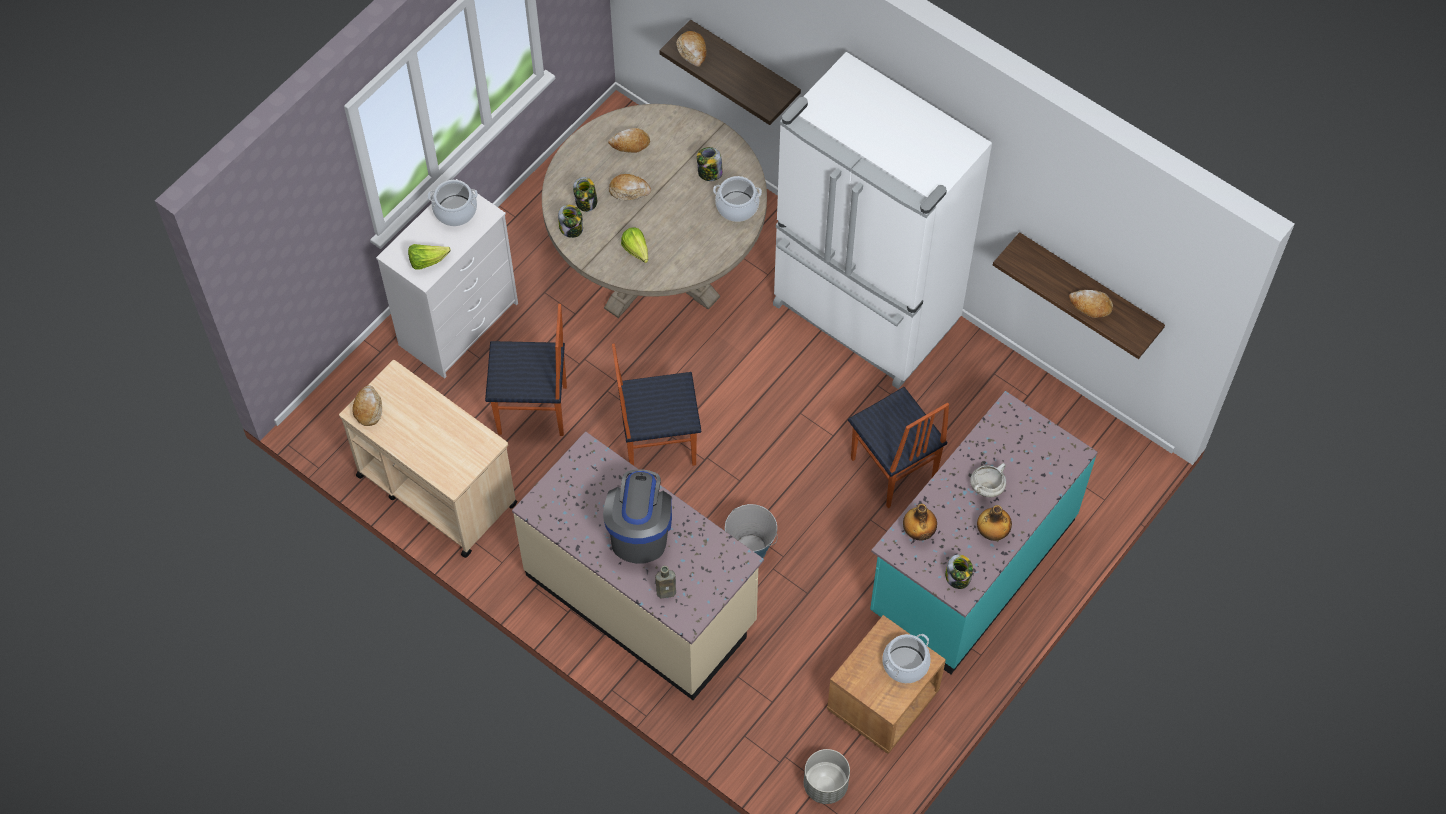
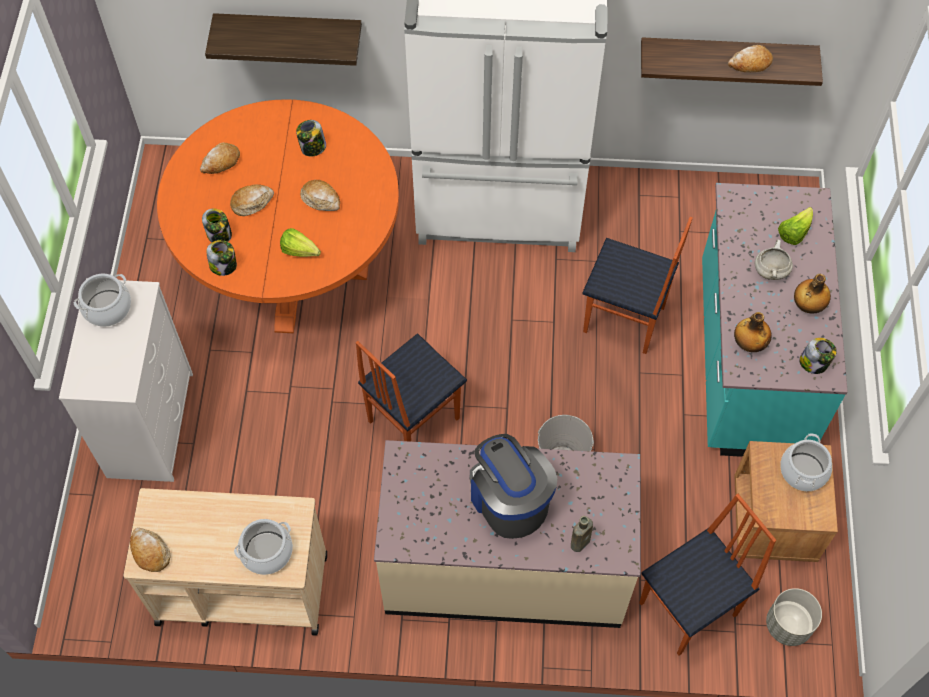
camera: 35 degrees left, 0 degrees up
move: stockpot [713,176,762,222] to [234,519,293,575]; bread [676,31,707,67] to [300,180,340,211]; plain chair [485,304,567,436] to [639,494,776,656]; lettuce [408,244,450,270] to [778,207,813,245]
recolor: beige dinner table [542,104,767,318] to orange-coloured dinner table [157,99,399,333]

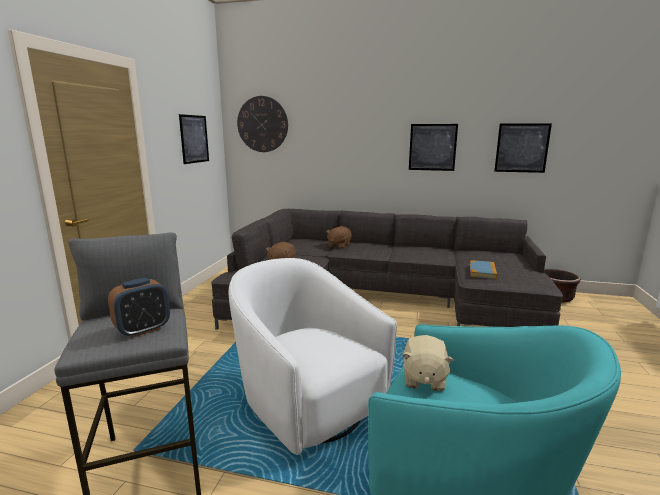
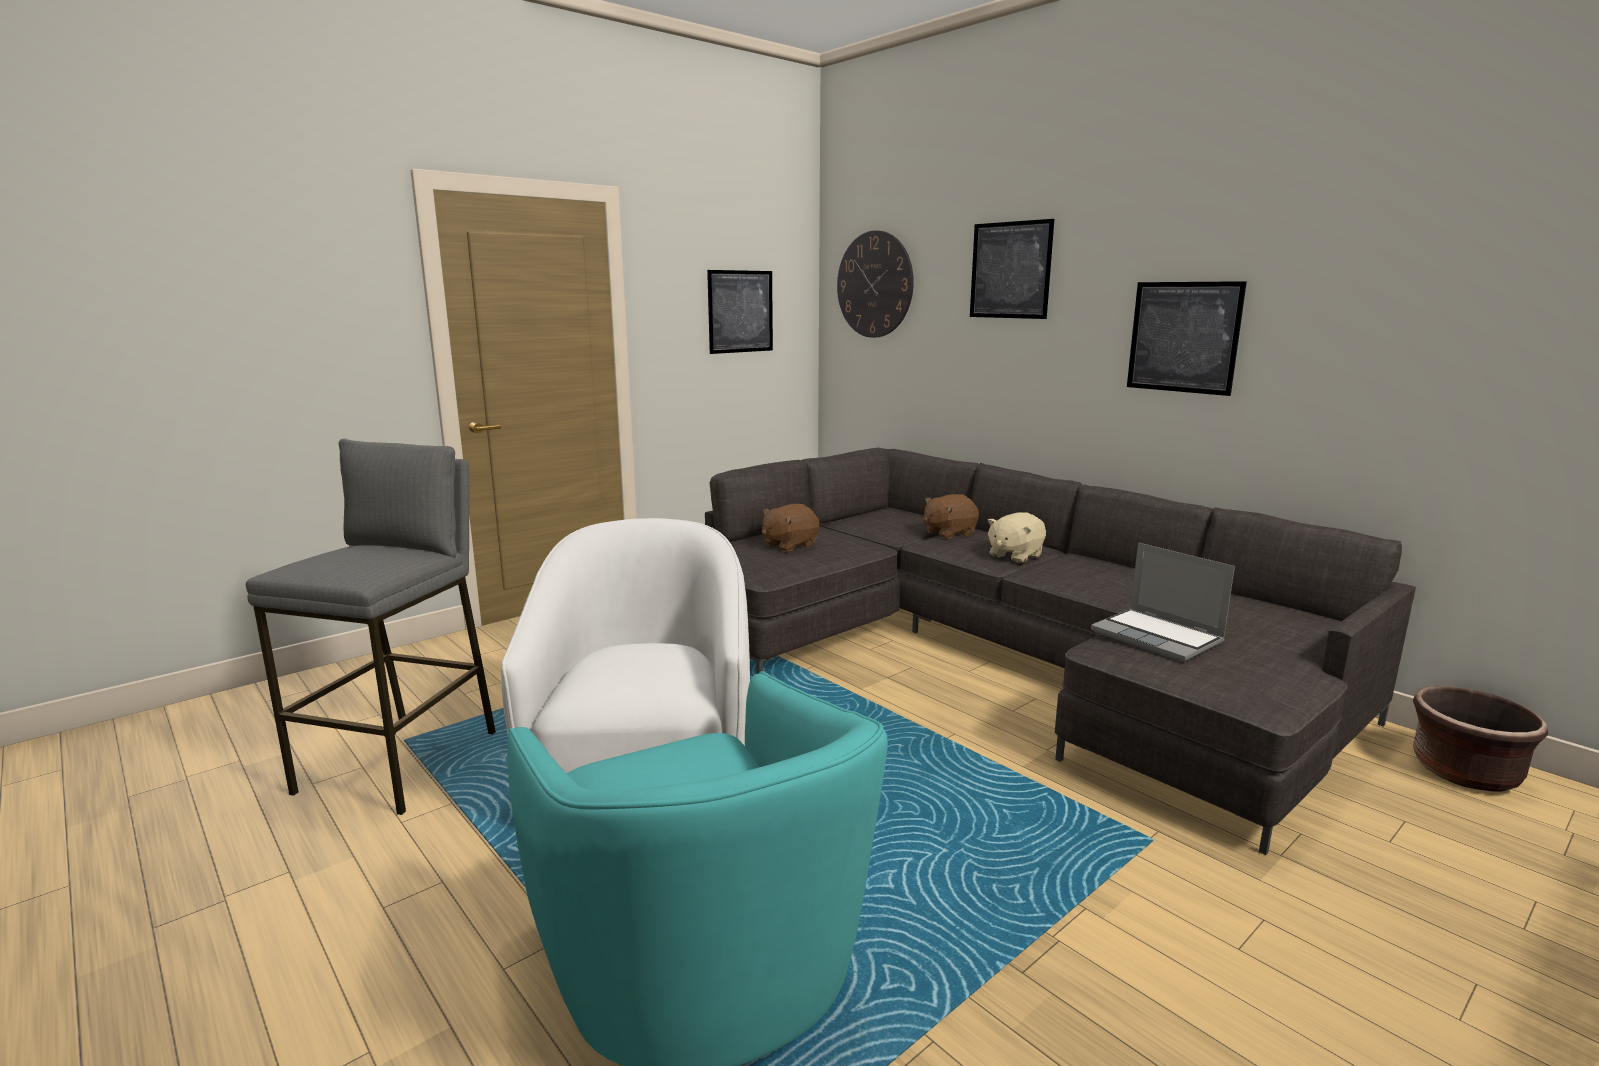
camera: 35 degrees right, 0 degrees up
delete: alarm clock [108,278,170,338]
move: wall picture [494,123,552,173] to [970,219,1054,319]; beige cuddly toy [402,335,454,391] to [987,512,1046,563]
replace: book [470,260,497,279] to notebook computer [1091,543,1235,662]

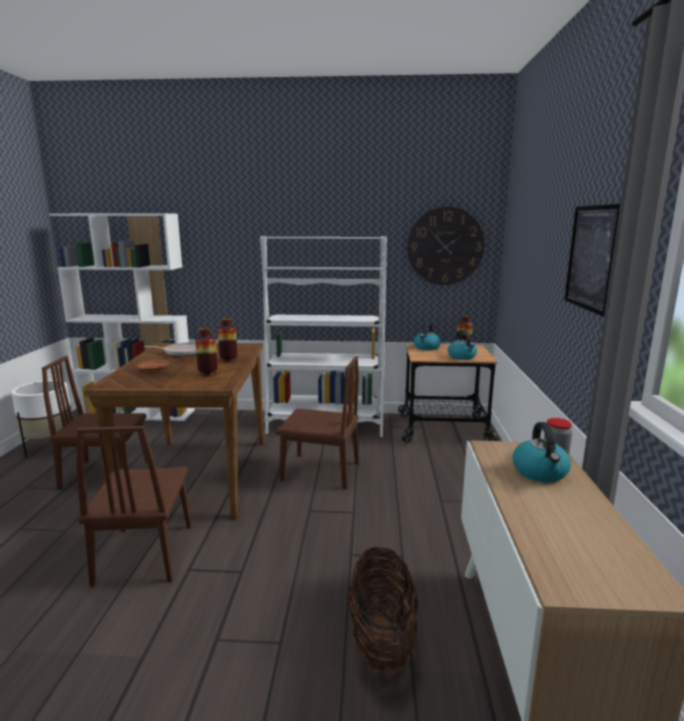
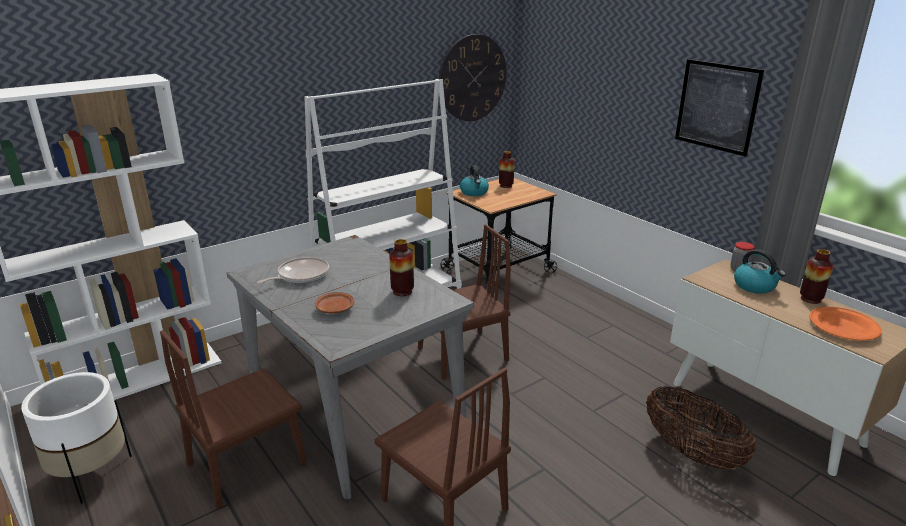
camera: 40 degrees left, 10 degrees up
delete: water kettle [448,330,477,360]
insert: orange-coloured dinner plate [809,307,882,341]
move: flower vase [218,318,237,362] to [800,249,833,304]
recolor: brown dinner table [84,343,264,519] to gray dinner table [227,235,474,500]

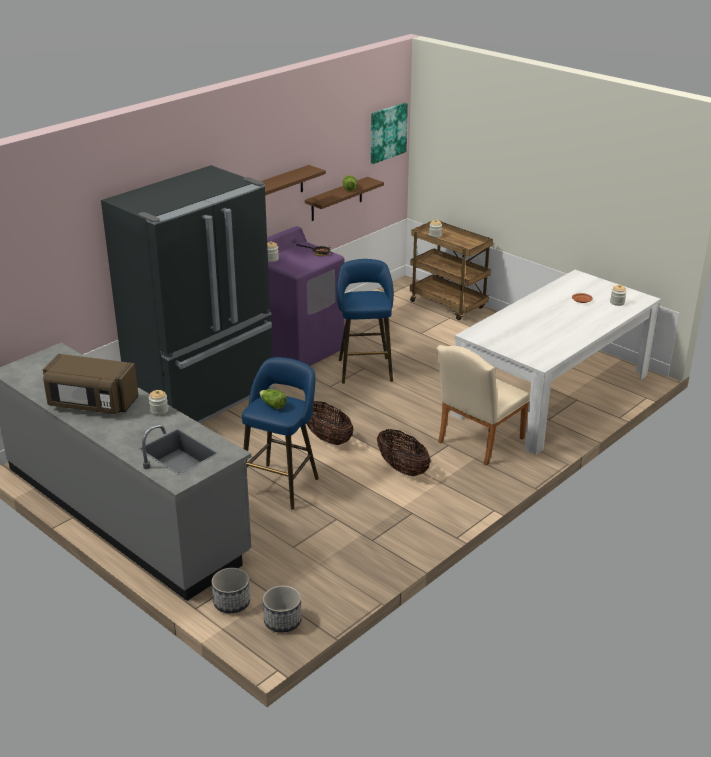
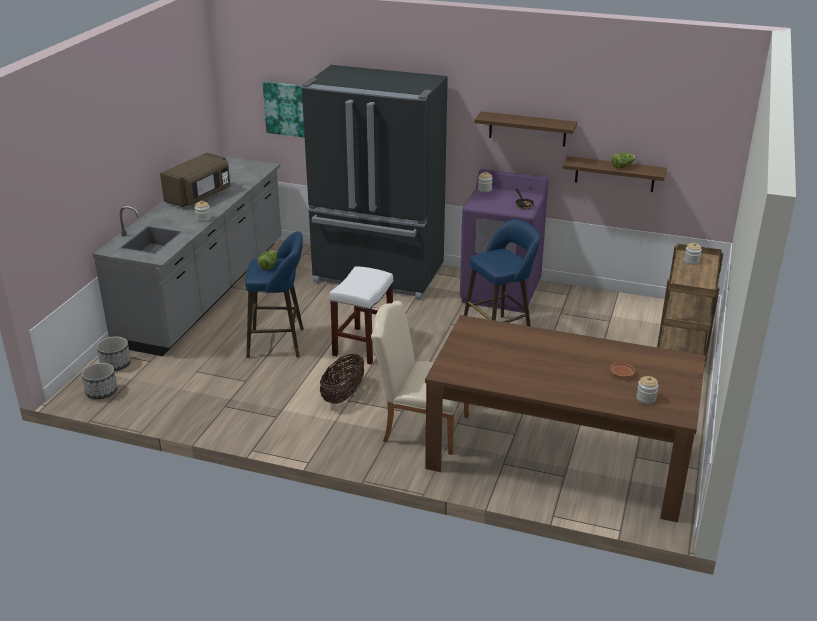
camera: 65 degrees right, 0 degrees up
move: wall picture [371,103,408,164] to [263,82,305,138]
replace: basket [307,401,354,445] to white stool seat [329,266,393,365]
recolor: white dinner table [451,270,661,455] to brown dinner table [425,315,706,522]
rotate: brown kitchen microwave [43,354,139,414] = [160,152,231,207] 135 degrees counterclockwise

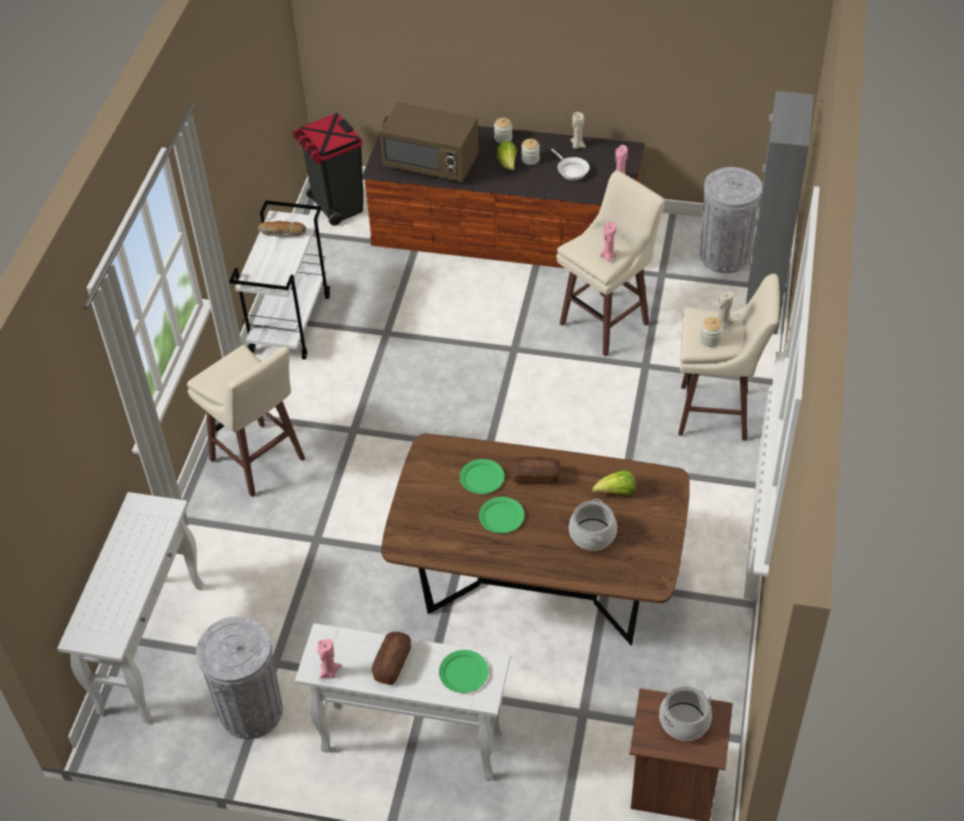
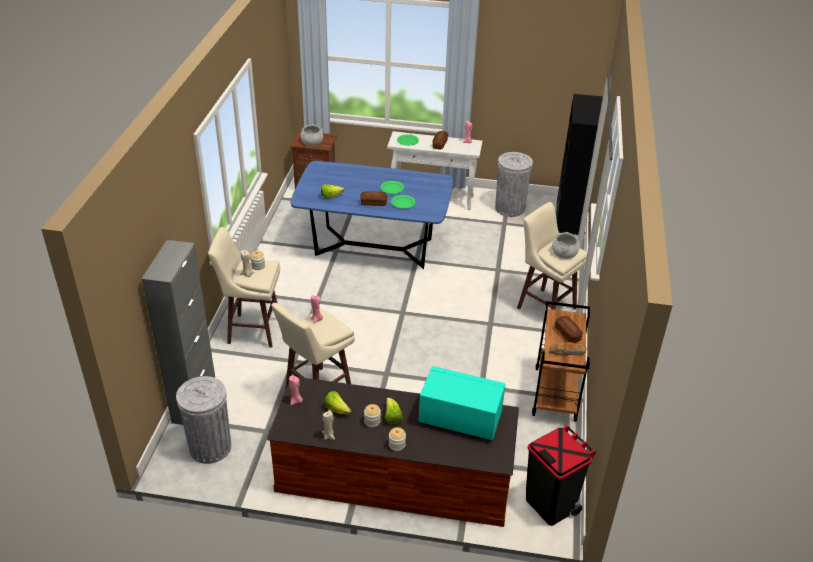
camera: 175 degrees right, 10 degrees down
insert: bread [555,316,583,343]
move: stockpot [569,499,617,551] to [552,232,579,259]
replace: white pan [551,148,590,180] to lettuce [324,391,351,414]; white hall table [57,492,203,723] to black-coloured bookshelf [556,94,603,235]
recolor: brown dinner table [381,434,690,646] to blue dinner table [291,161,453,269]; brown kitchen microwave [380,102,479,182] to blue-green kitchen microwave [418,366,506,441]; white cart [229,200,330,360] to brown cart [532,301,590,422]

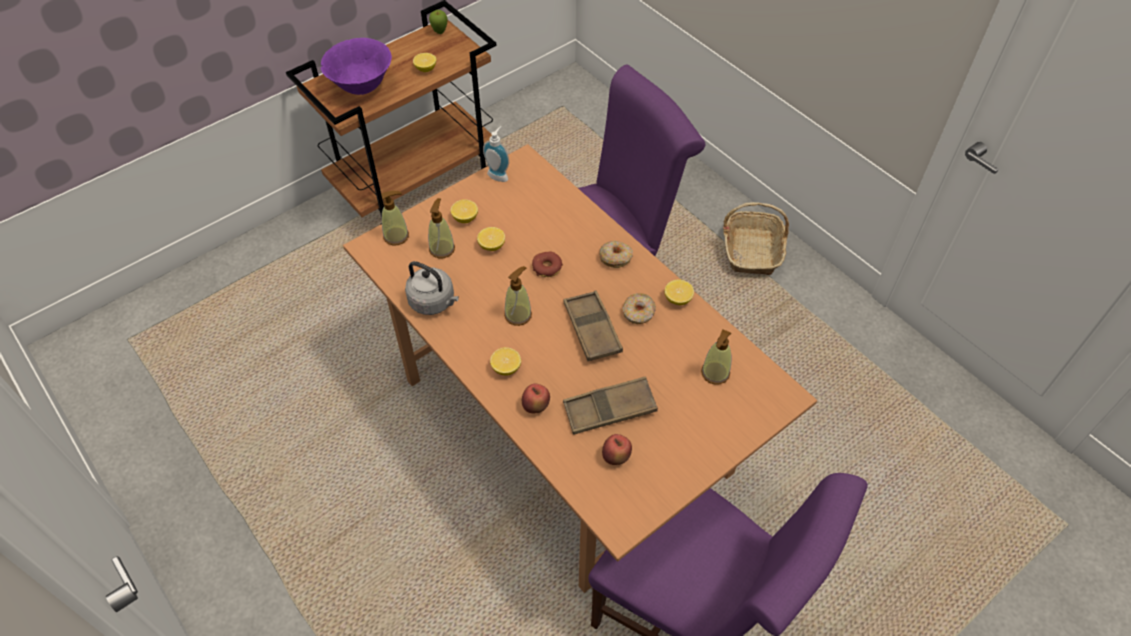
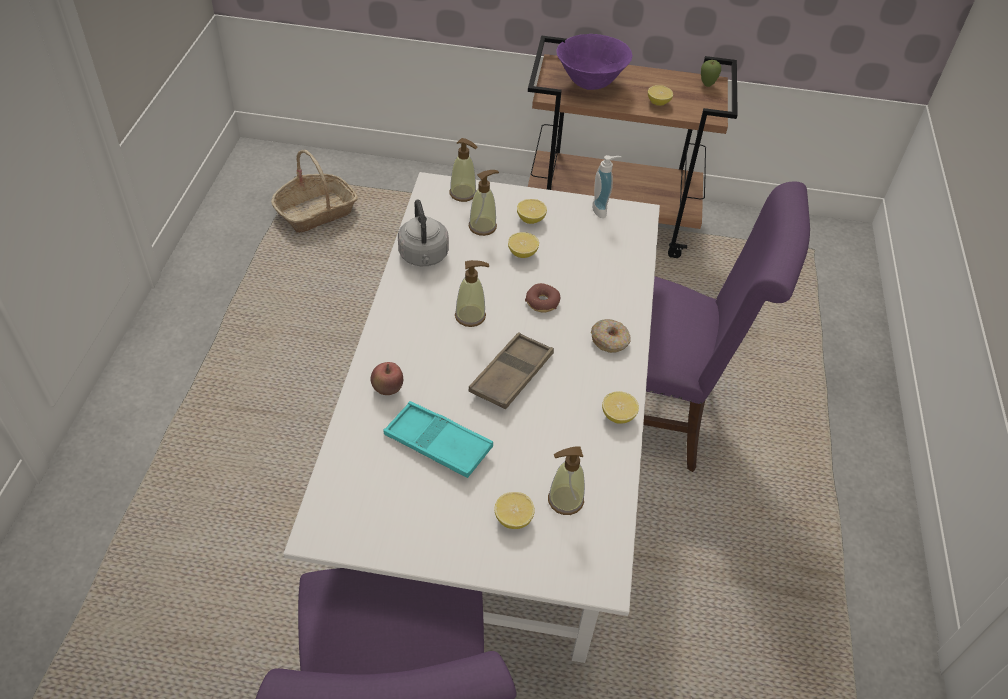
camera: 45 degrees right, 5 degrees down
delete: apple fruit [602,434,632,465]; ring doughnut [622,293,656,324]
move: basket [723,202,789,275] to [271,150,358,233]; lemon [490,347,521,376] to [495,492,535,529]
recolor: brown dinner table [343,144,817,593] to white dinner table [283,172,660,663]; brown tray [563,376,658,435] to blue-green tray [383,401,493,478]

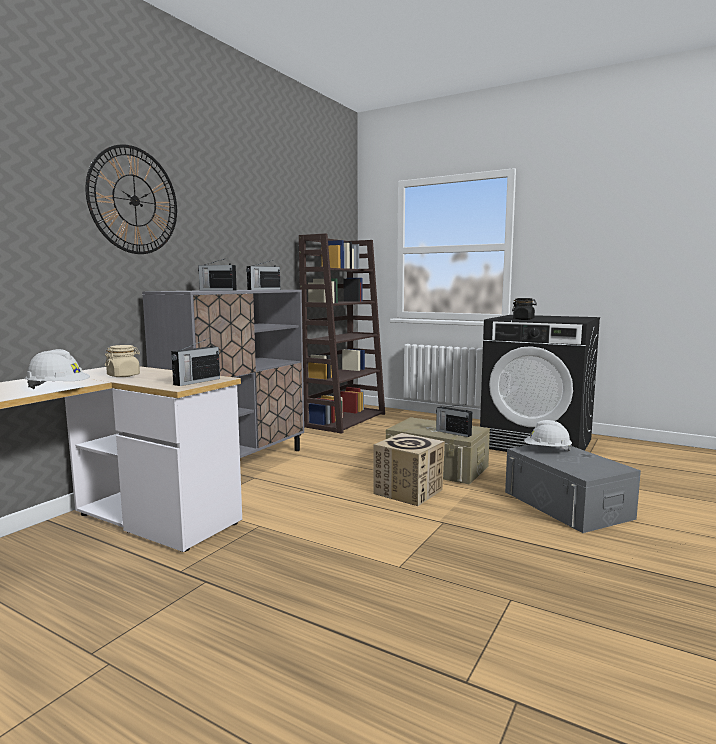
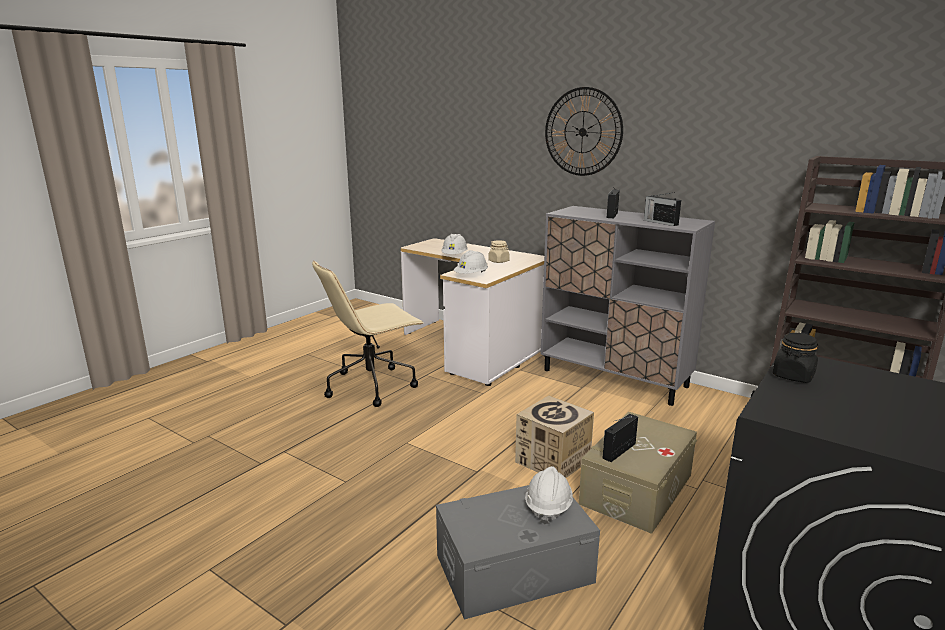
camera: 95 degrees right, 10 degrees up
insert: beige desk chair [312,260,423,407]
replace: radio receiver [171,338,220,386] to white safety helmet [454,250,488,274]

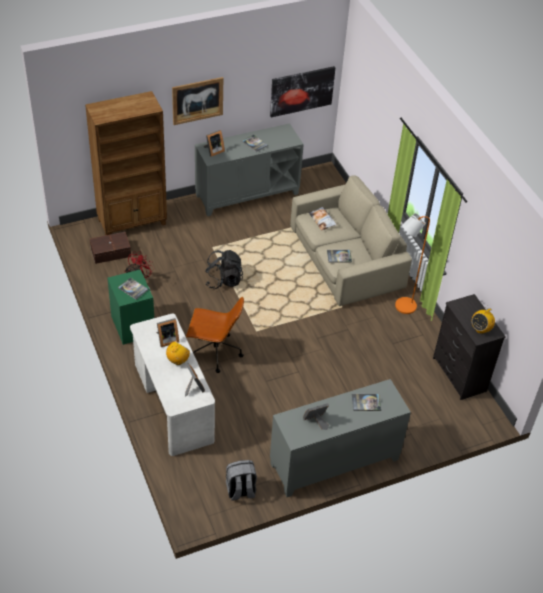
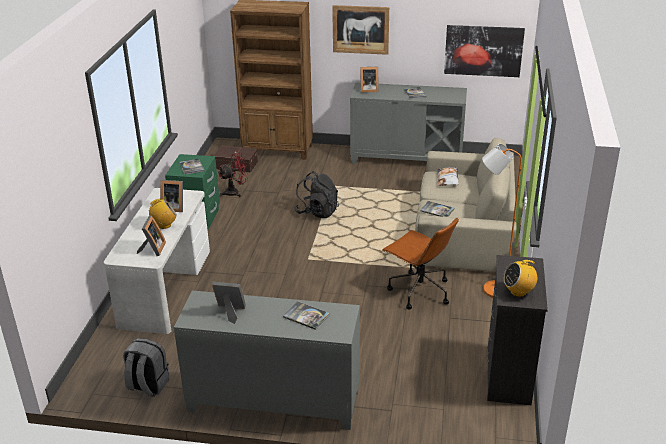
camera: 35 degrees right, 15 degrees down
move: brown desk chair [186,297,244,373] to [382,218,459,310]

